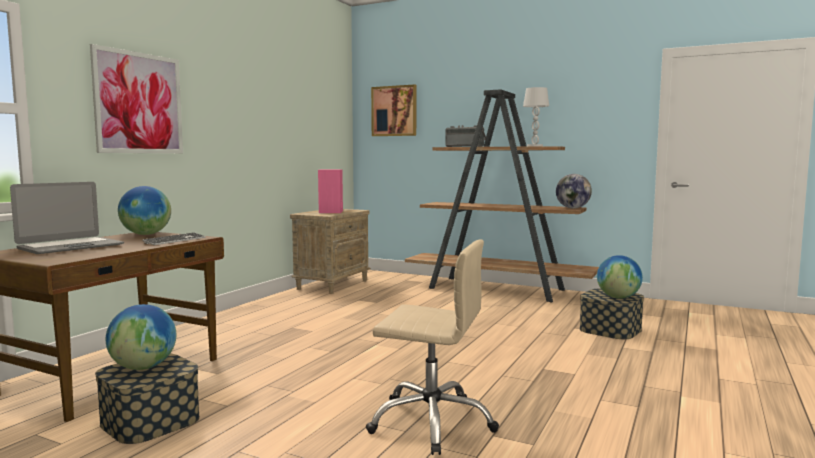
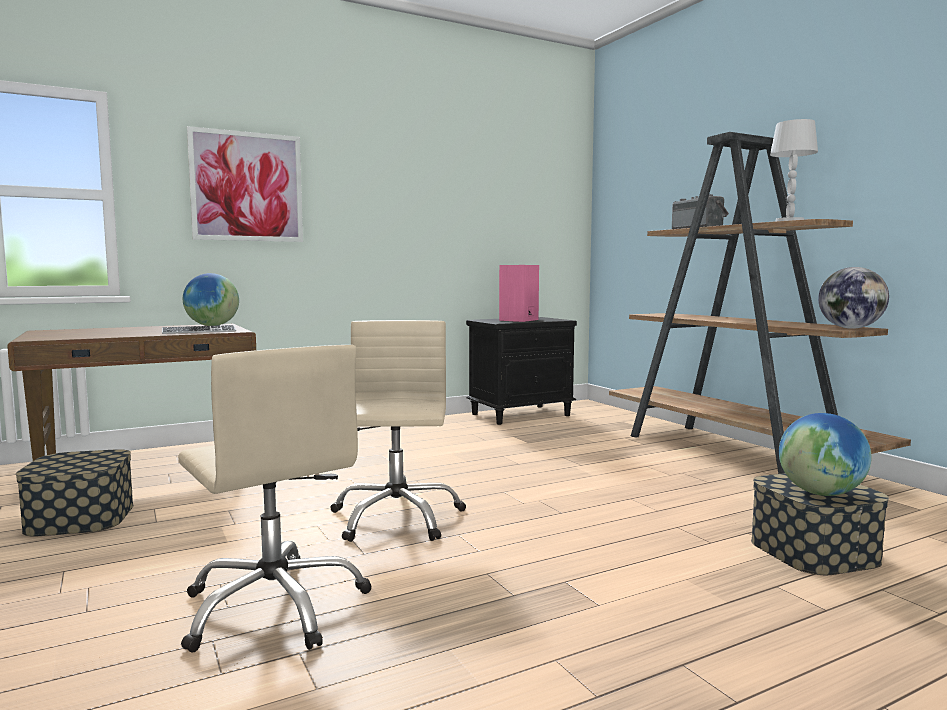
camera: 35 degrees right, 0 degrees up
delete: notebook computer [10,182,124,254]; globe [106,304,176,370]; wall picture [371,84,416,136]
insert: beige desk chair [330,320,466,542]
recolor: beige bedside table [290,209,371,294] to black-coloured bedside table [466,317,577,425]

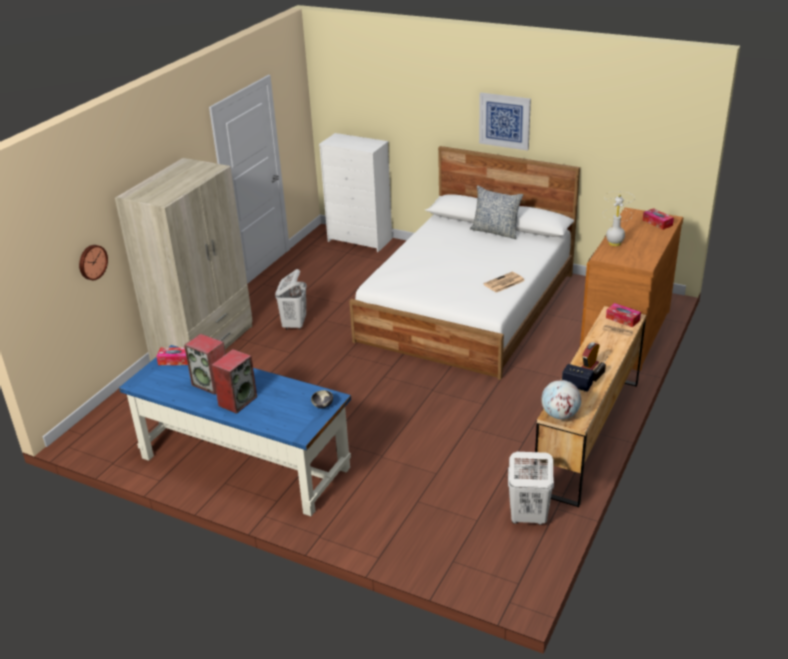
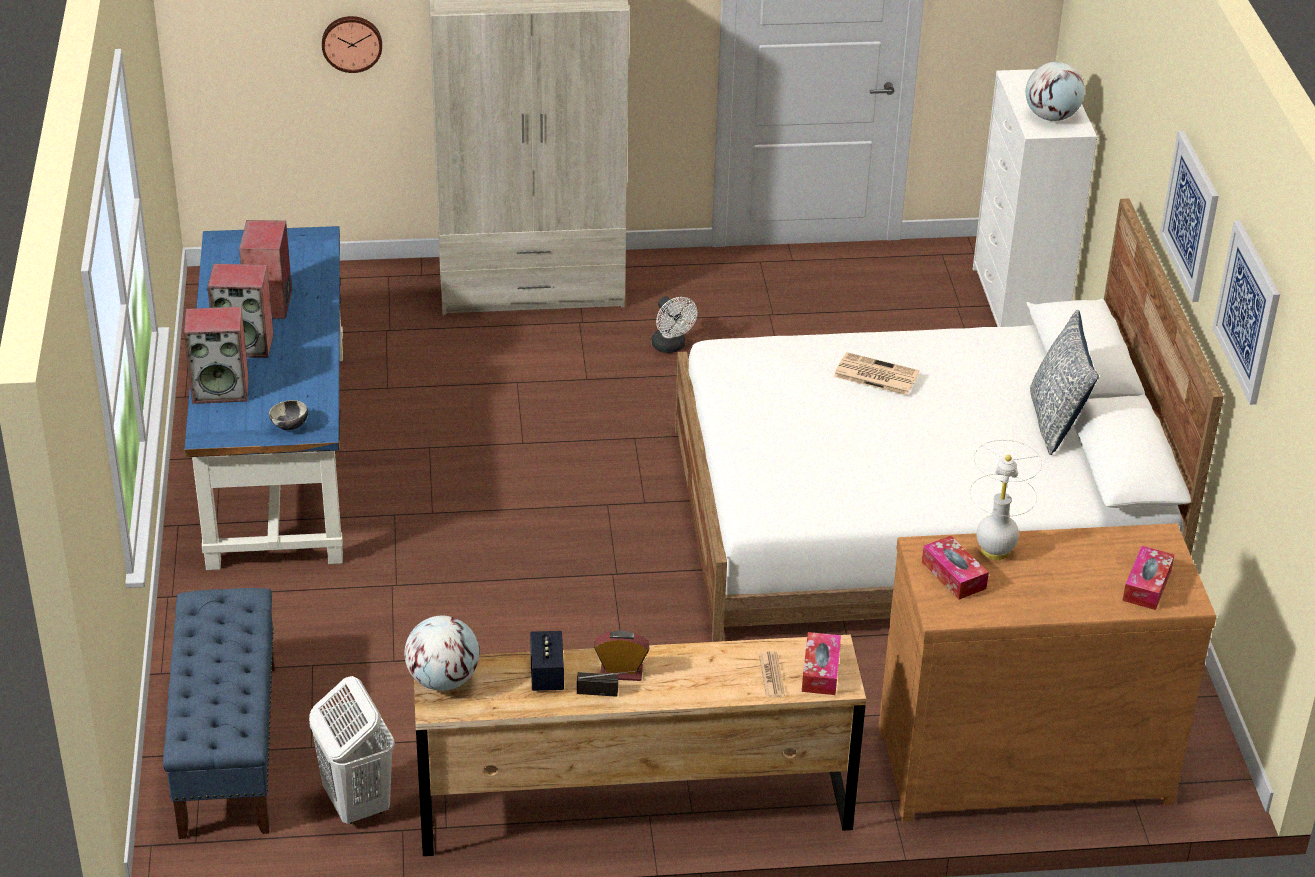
camera: 55 degrees right, 5 degrees up
insert: blue indoor bench [163,588,275,839]; speaker [184,307,249,404]; globe [1026,62,1085,121]; wall picture [1213,220,1280,405]
move: printed paper [483,272,525,293] to [834,352,919,395]; tissue box [156,347,188,365] to [922,536,989,600]
replace: white laundry basket [275,269,307,330] to white fan [651,296,698,353]

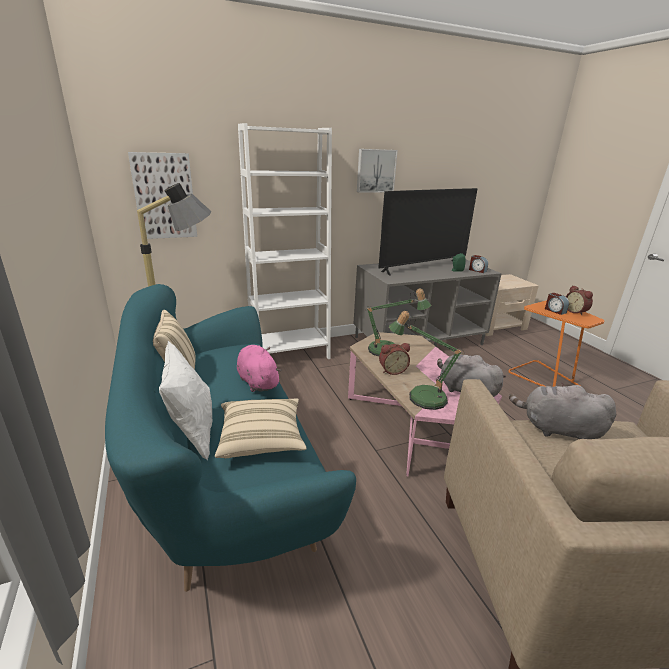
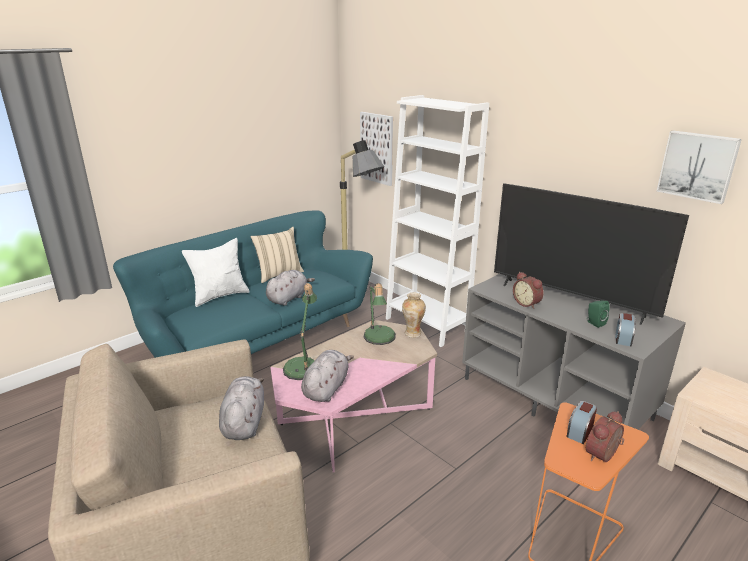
camera: 70 degrees right, 0 degrees up
delete: beige throw pillow [215,398,307,458]
insert: flower vase [402,292,426,338]
move: alarm clock [379,343,410,375] to [513,272,543,309]; wall picture [357,149,398,193] to [657,130,742,204]
recolor: pink cuddly toy [237,345,281,392] to gray cuddly toy [266,270,315,306]

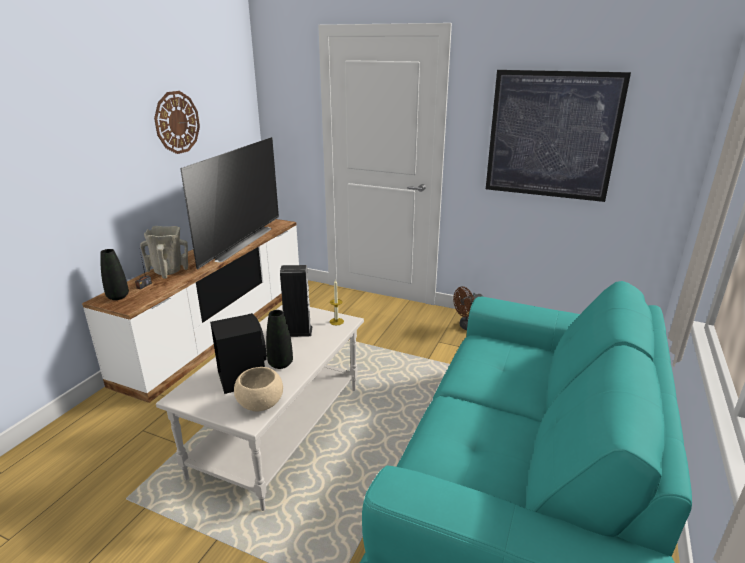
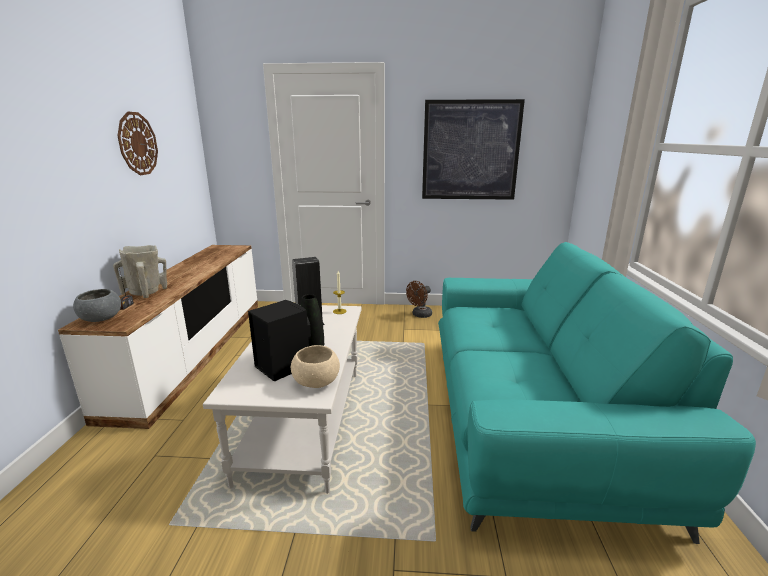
camera: 20 degrees left, 5 degrees down
delete: TV set [180,137,279,269]
replace: black-coloured flower vase [100,249,129,300] to gray bowl [73,289,121,322]

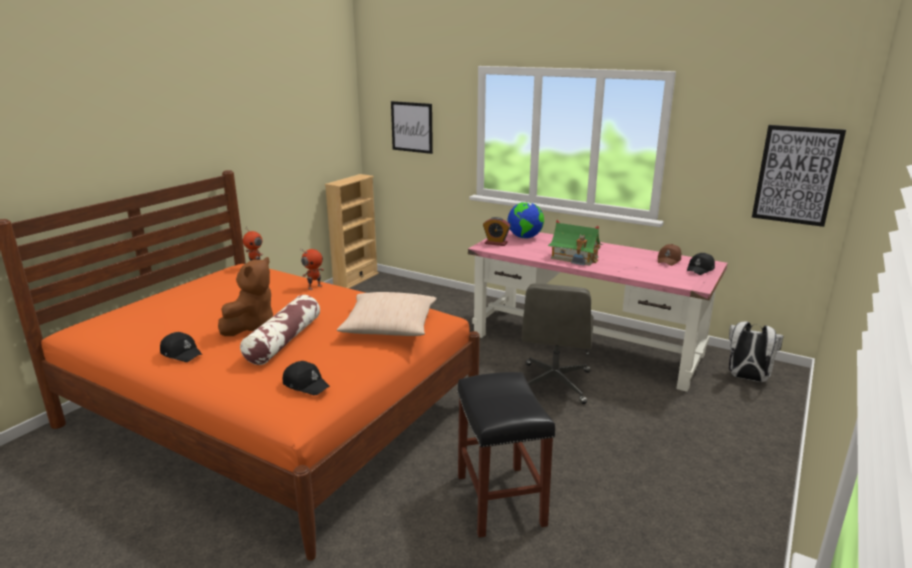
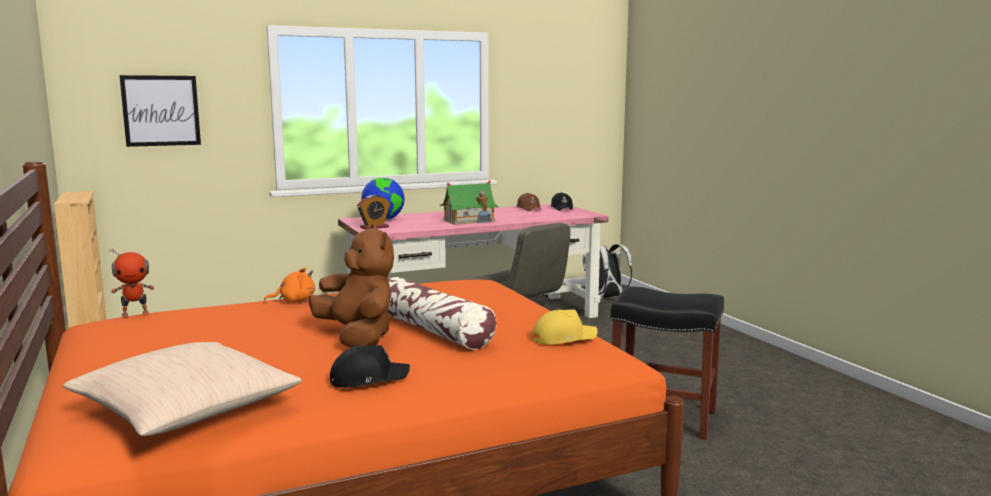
camera: 55 degrees left, 10 degrees down
delete: wall picture [752,125,846,227]
move: beige throw pillow [337,292,437,336] to [63,342,302,436]
replace: toy robot [300,249,324,290] to orange-coloured cuddly toy [264,268,315,302]
recolor: black-coloured cap [283,361,330,395] to yellowish cap [532,309,597,345]

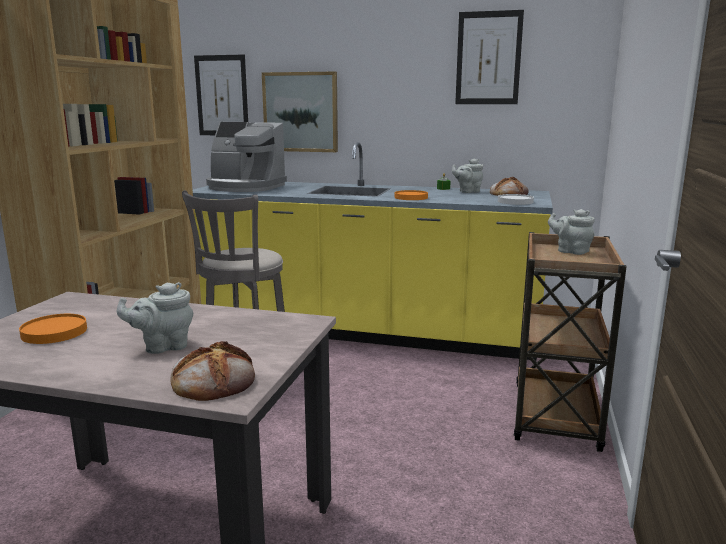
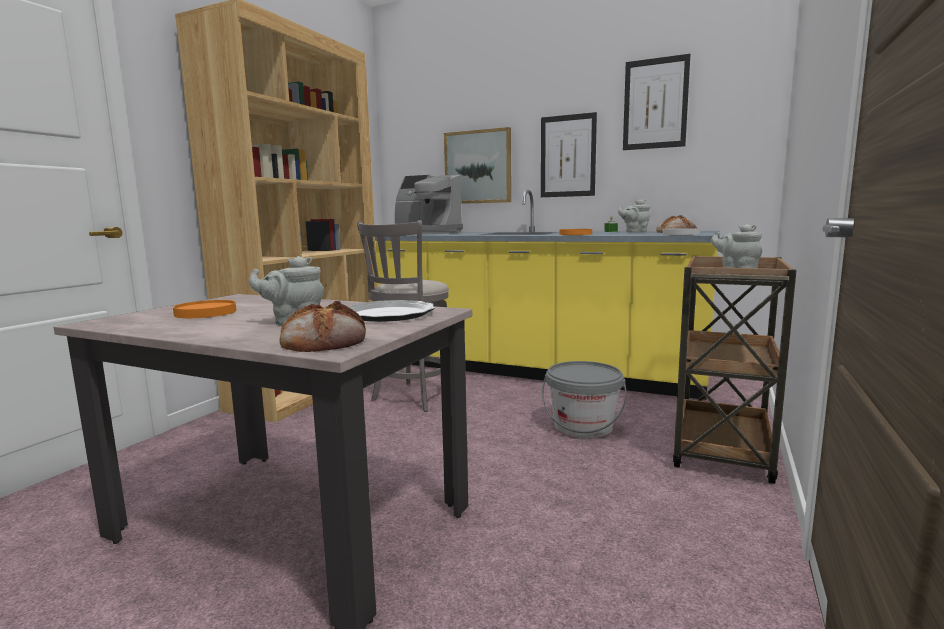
camera: 10 degrees right, 5 degrees down
insert: dinner plate [347,300,435,322]; gray bucket [542,361,626,438]
move: wall picture [194,54,248,135] to [541,112,597,197]

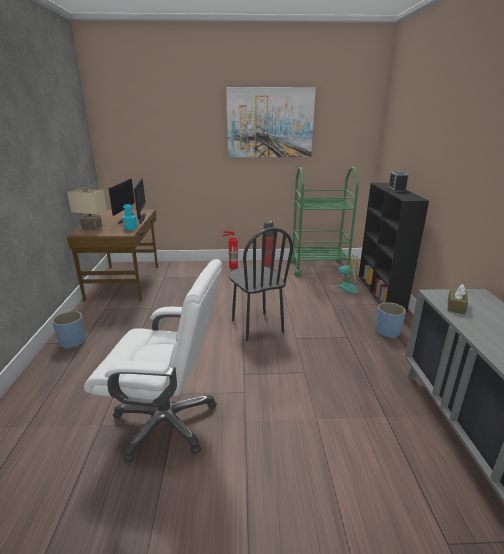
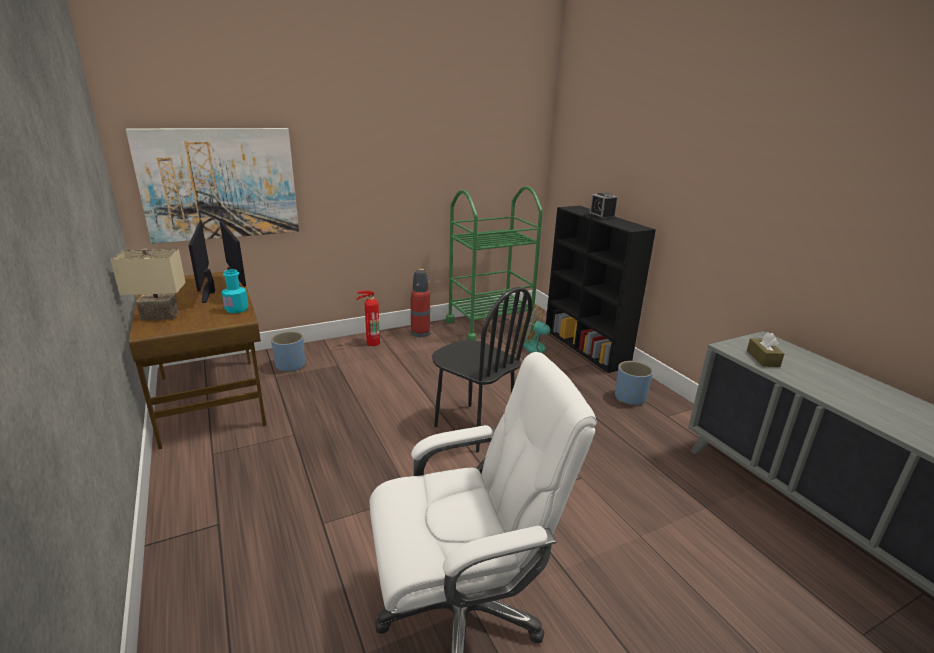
camera: 25 degrees left, 0 degrees up
move: wall picture [226,87,316,157] to [126,128,299,244]; blue flower pot [52,311,86,349] to [271,331,305,373]
rotate: fan [328,255,359,295] = [520,306,561,357] 150 degrees counterclockwise

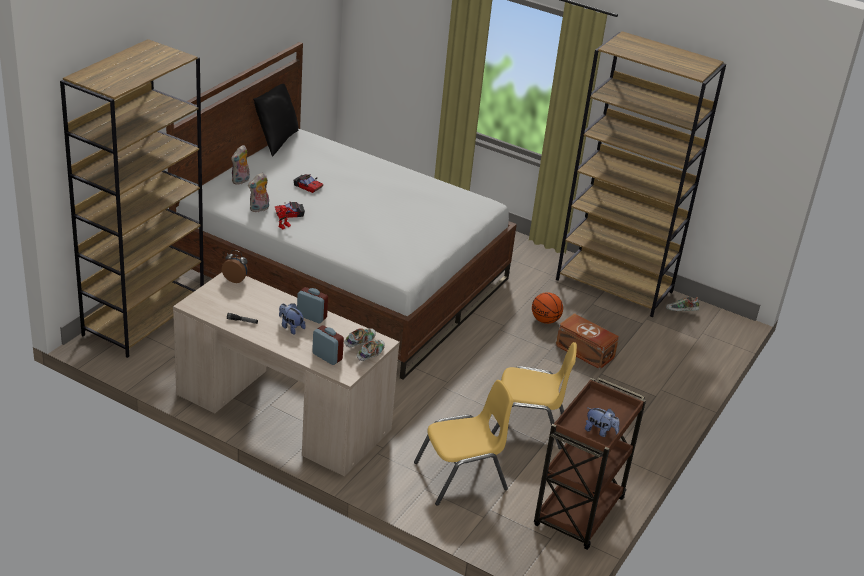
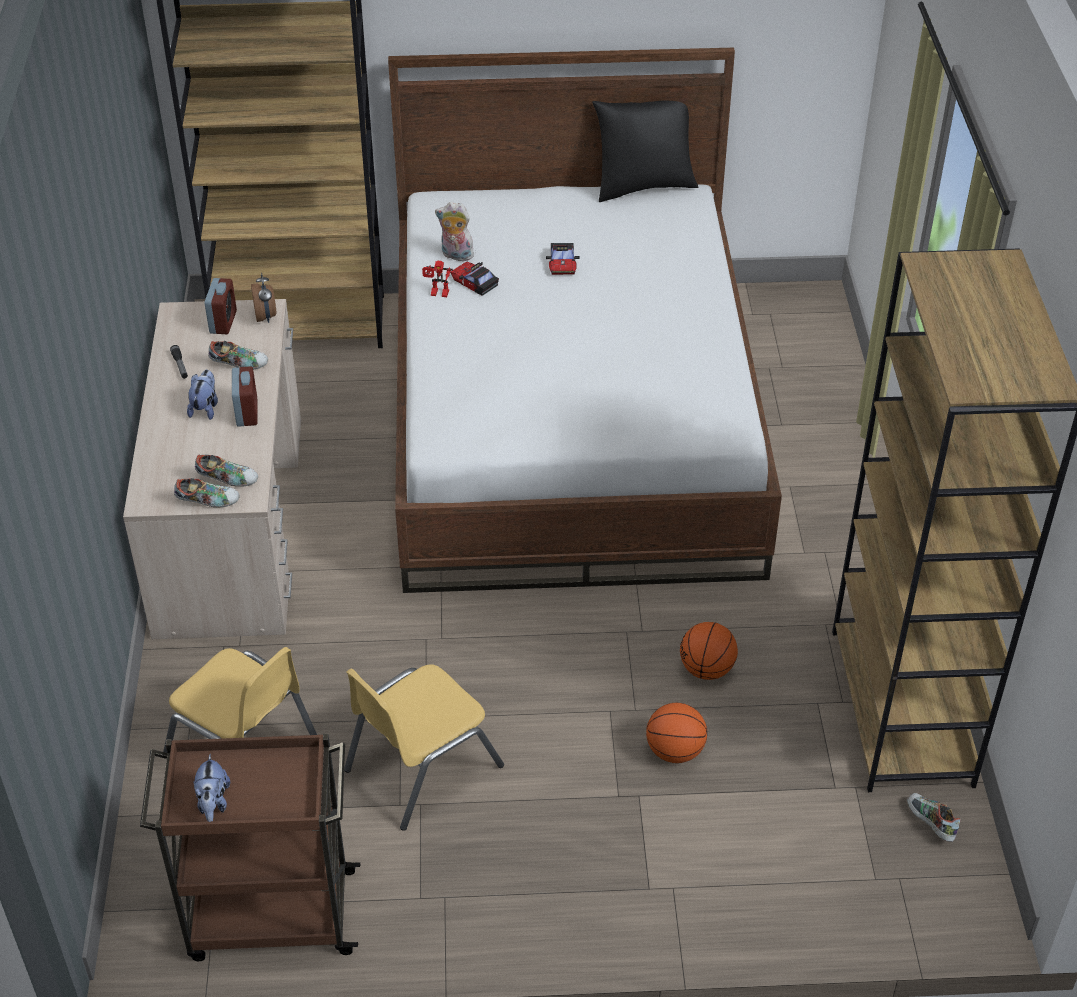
camera: 60 degrees right, 10 degrees up
delete: cuddly toy [231,145,250,185]
insert: shoe [208,341,268,369]
move: alarm clock [312,325,344,365] to [205,278,237,334]
replace: brown storage box [556,313,619,369] to ball for basketball [646,703,707,763]
rotate: yellowish plain chair [491,342,577,449] = [344,664,504,831] 75 degrees clockwise

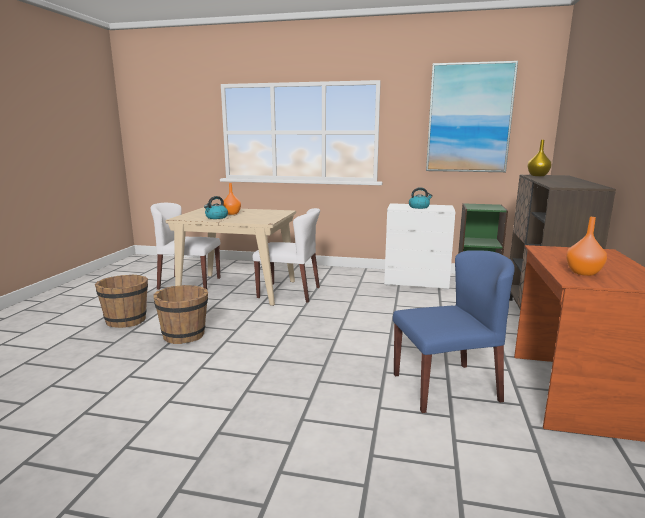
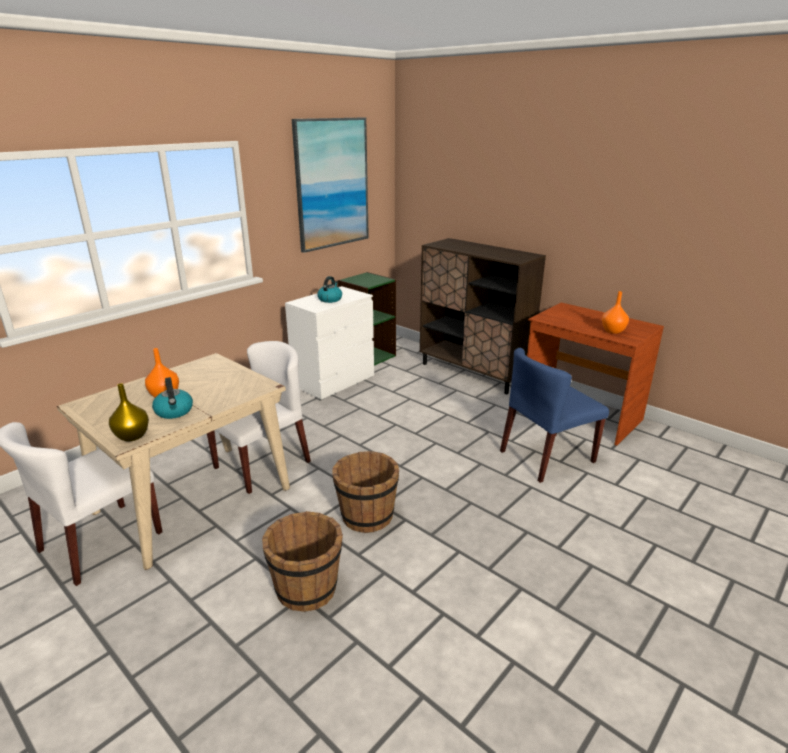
camera: 60 degrees left, 10 degrees up
move: yellowish flower vase [528,140,551,176] to [109,383,149,441]; brown bucket [95,274,148,328] to [332,451,399,533]
rotate: blue plain chair [393,250,515,413] = [500,348,609,483] 135 degrees counterclockwise

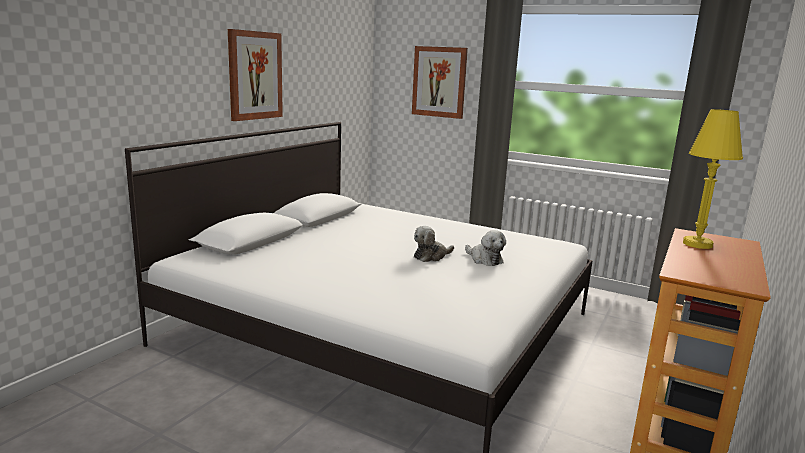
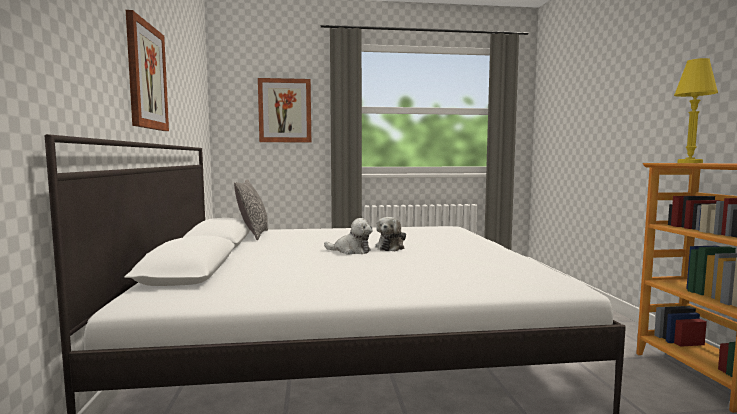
camera: 35 degrees left, 10 degrees down
insert: throw pillow [234,179,268,240]
move: cuddly toy [465,230,506,266] to [324,218,372,255]

